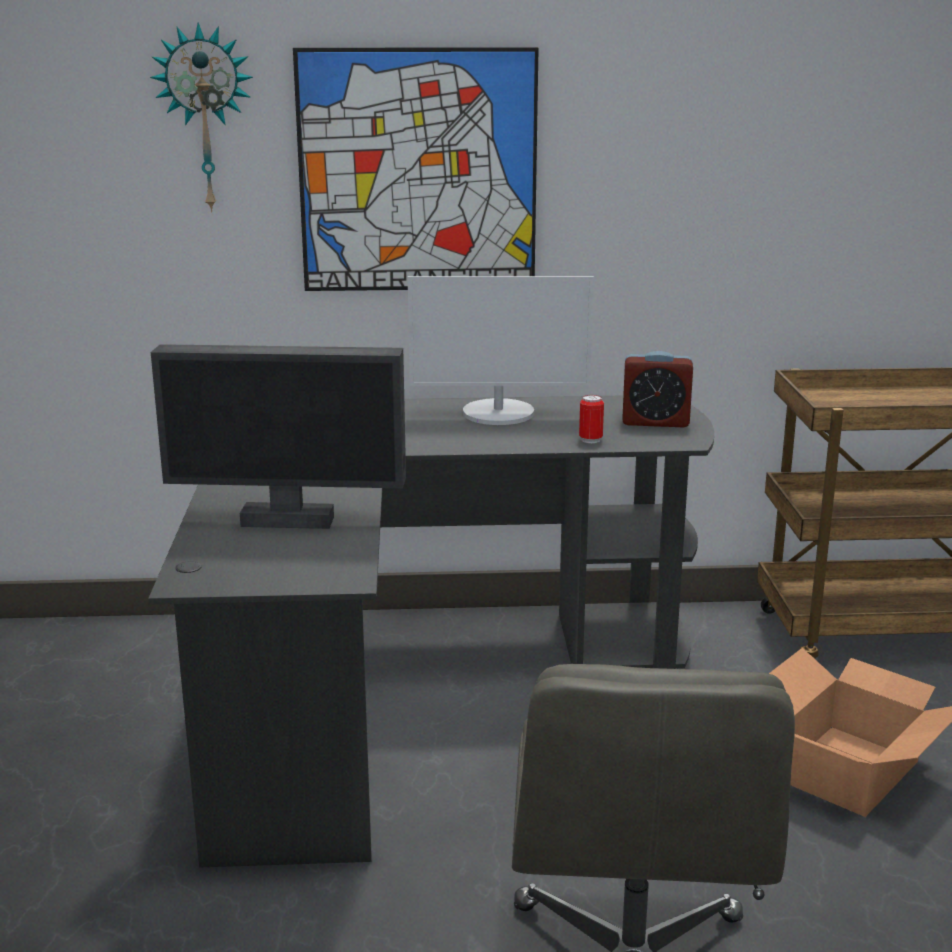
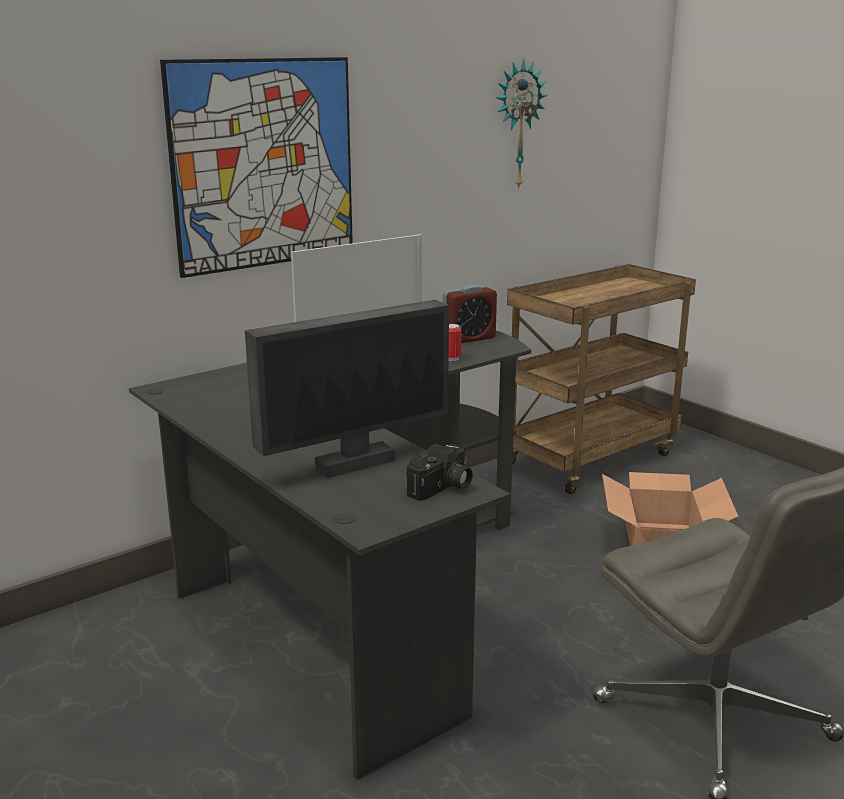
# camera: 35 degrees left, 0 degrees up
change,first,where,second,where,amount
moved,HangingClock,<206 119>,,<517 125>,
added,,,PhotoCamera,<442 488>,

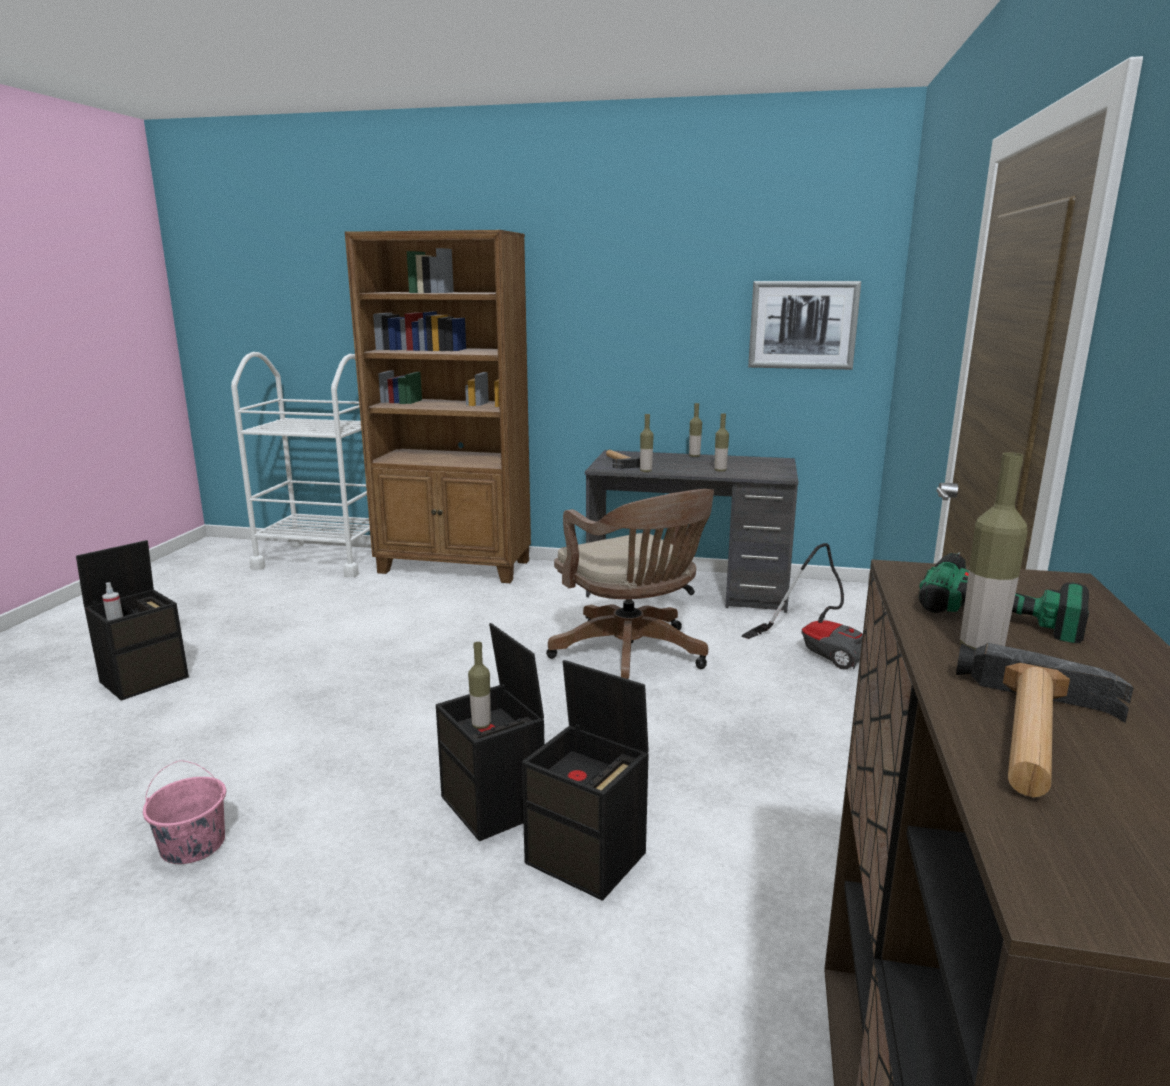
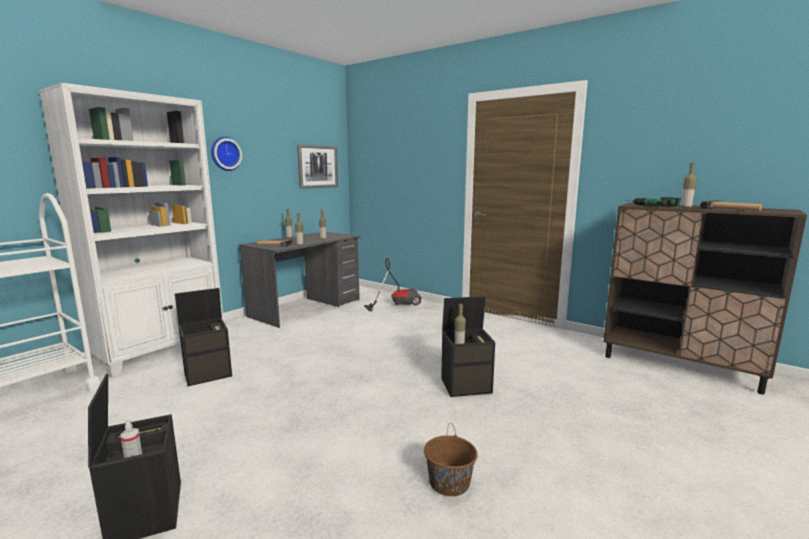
# camera: 65 degrees left, 5 degrees down
change,first,where,second,where,amount
recoloured,BrownColouredShelvingUnit,<455 567>,WhiteShelvingUnit,<162 351>,
removed,BrownColouredOfficeChair,<633 656>,,,
moved,BlackishStorageContainer,<588 858>,,<209 373>,
recoloured,PinkishBucket,<192 845>,BrownColouredBucket,<449 483>,
added,,,HangingClock,<225 154>,

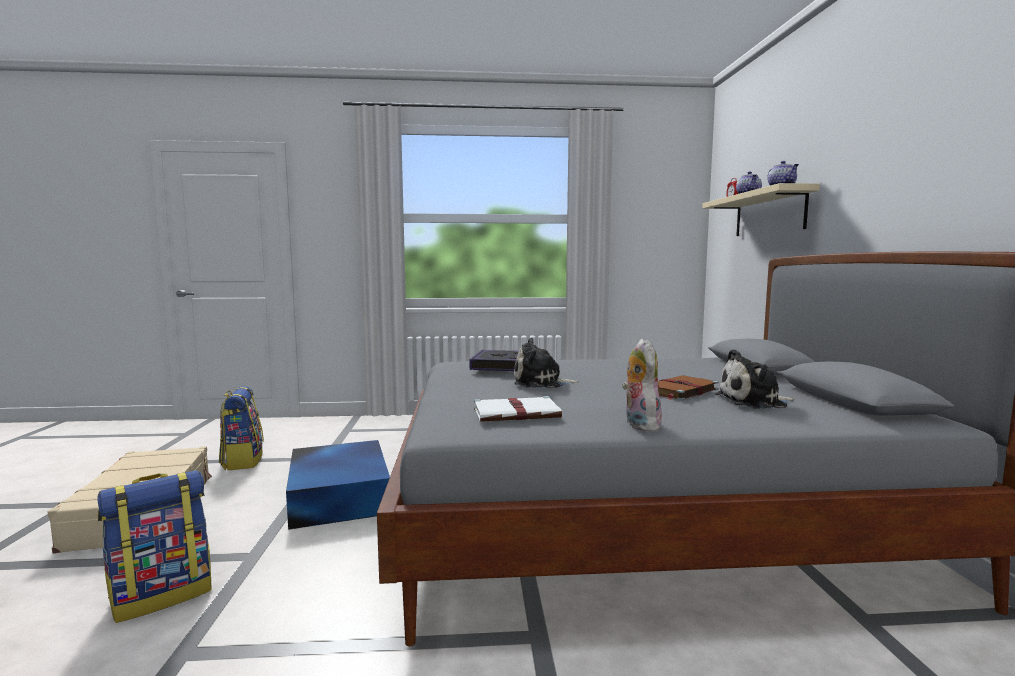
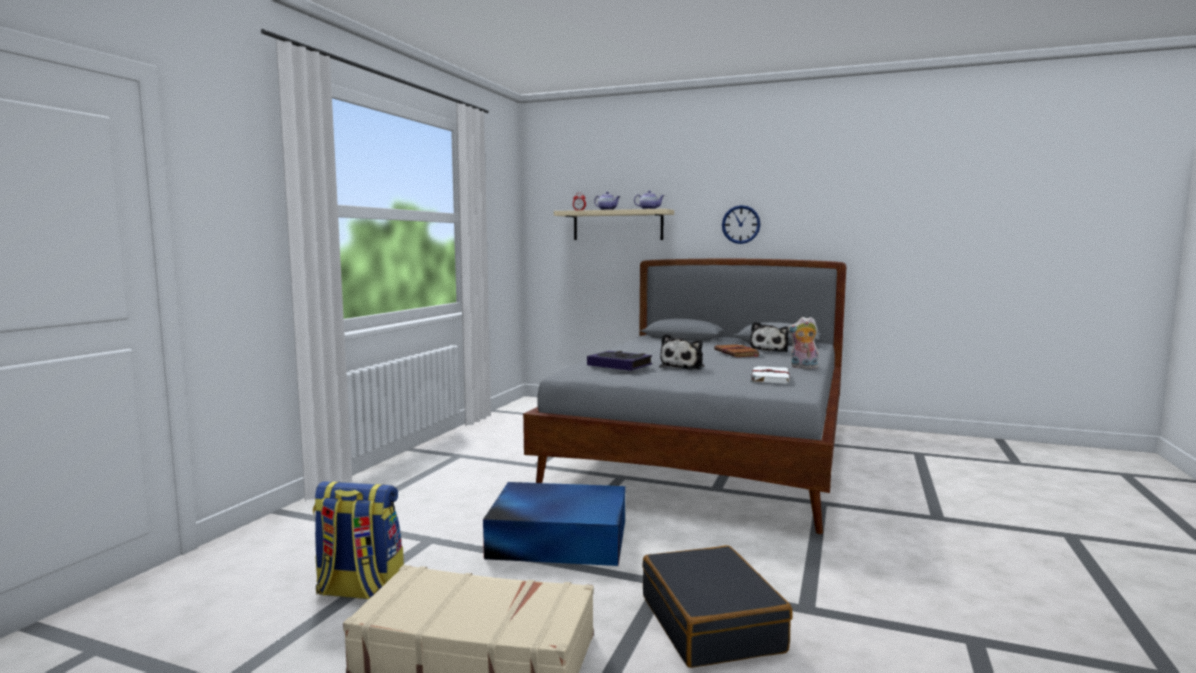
# camera: 65 degrees left, 0 degrees up
change,first,where,second,where,amount
replaced,Backpack,<163 594>,BlackishTravelCase,<711 623>,
added,,,HangingClock,<741 224>,

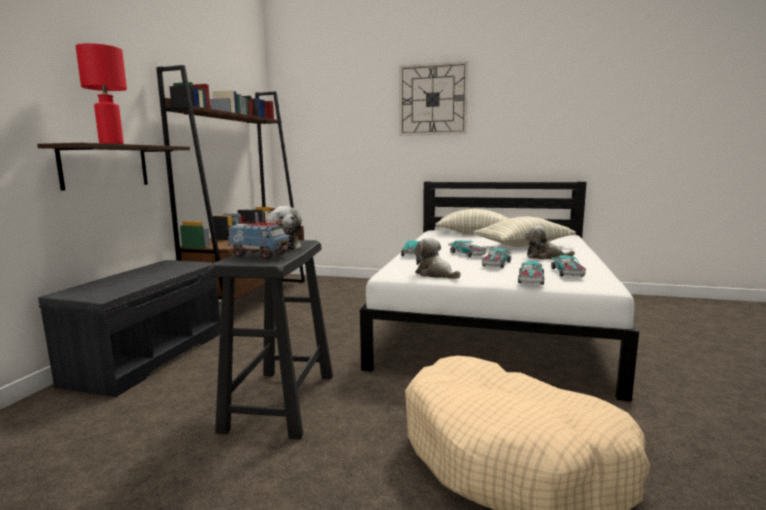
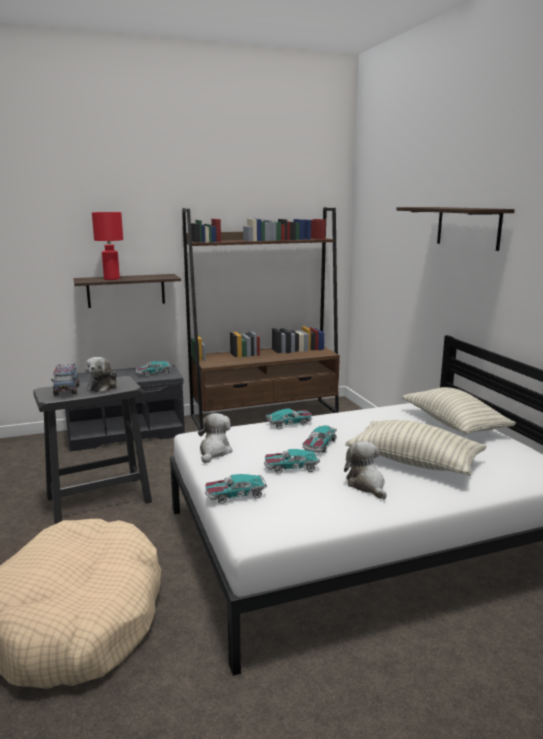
# camera: 55 degrees right, 5 degrees up
change,first,where,second,where,amount
replaced,HangingClock,<432 99>,BracketShelf,<468 227>,
moved,ToyCar,<567 272>,,<153 373>,

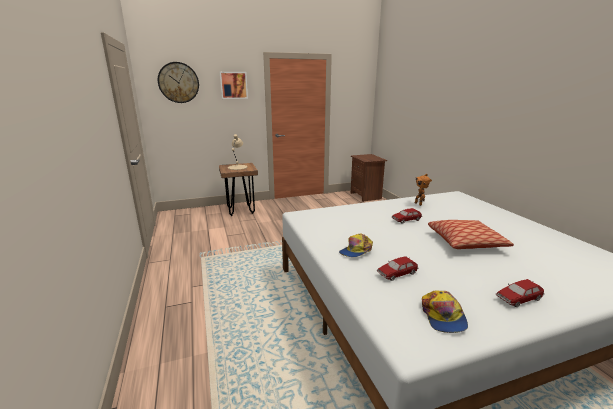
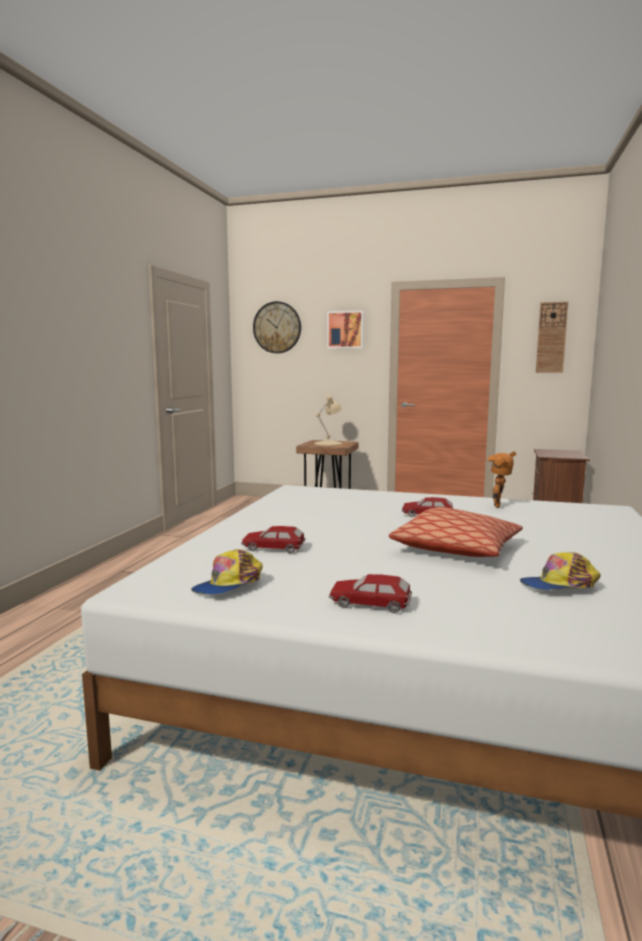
# camera: 35 degrees right, 10 degrees down
change,first,where,second,where,amount
moved,BaseballCap,<356 251>,,<559 586>,
added,,,HangingClock,<551 337>,

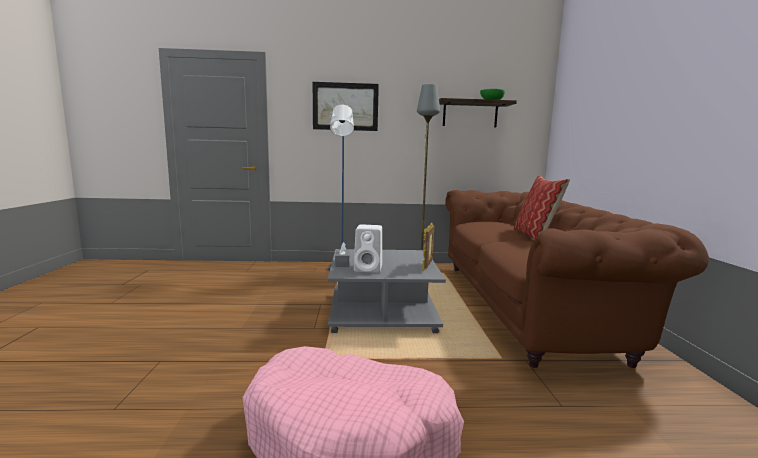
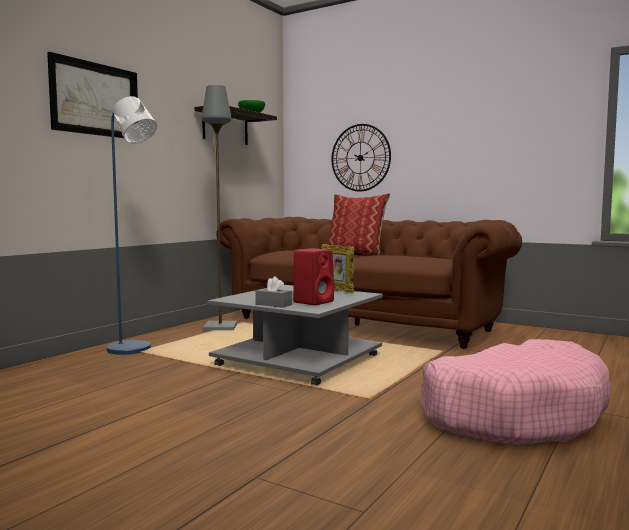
# camera: 55 degrees left, 5 degrees down
change,first,where,second,where,amount
recoloured,WhiteSpeaker,<369 269>,RedColouredSpeaker,<314 302>,
added,,,HangingClock,<360 157>,

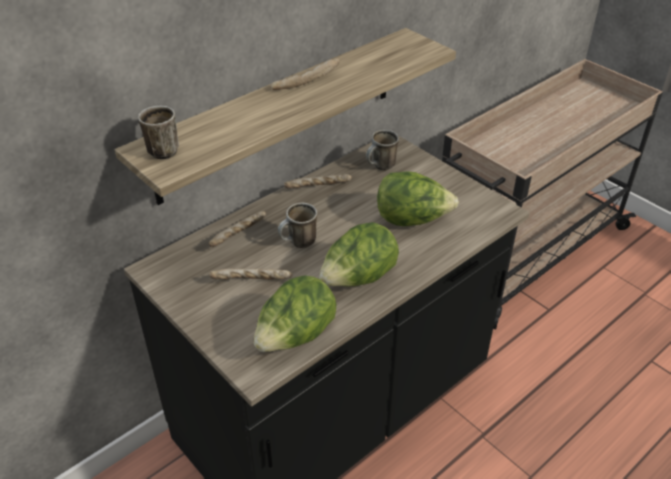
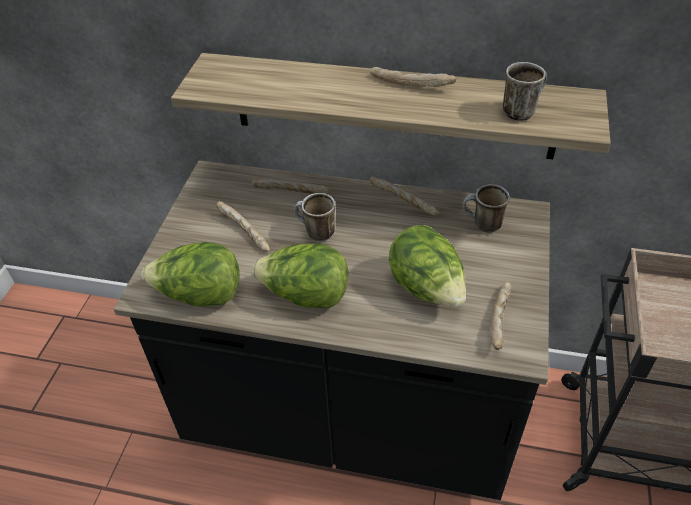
# camera: 55 degrees right, 5 degrees up
change,first,where,second,where,amount
moved,Mug,<163 149>,,<521 110>,
added,,,BakedBread,<501 320>,

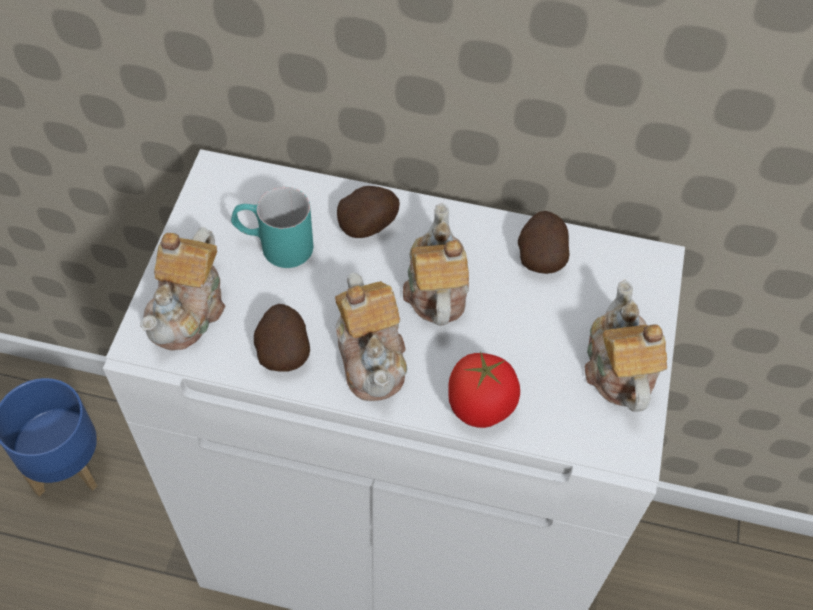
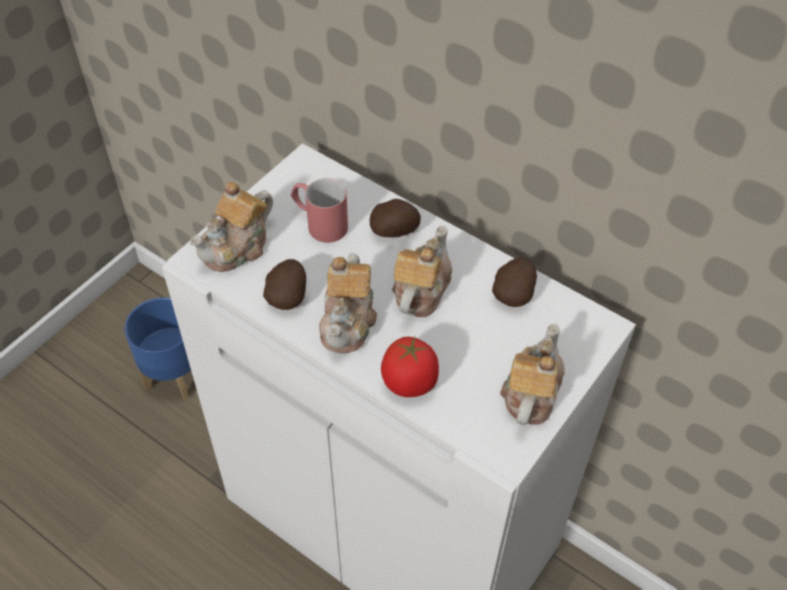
# camera: 25 degrees right, 5 degrees down
change,first,where,second,where,amount
recoloured,TurquoiseColouredMug,<274 245>,RedColouredMug,<319 223>,

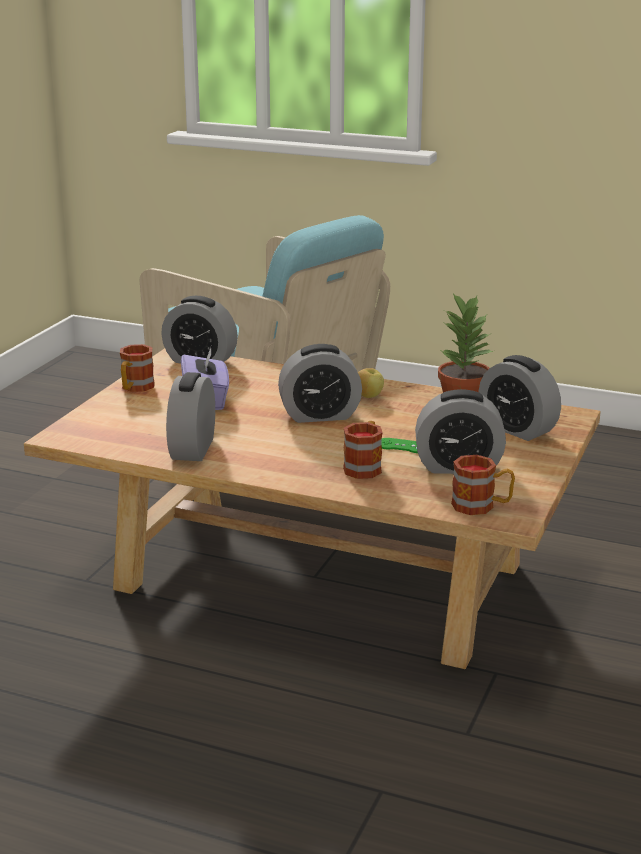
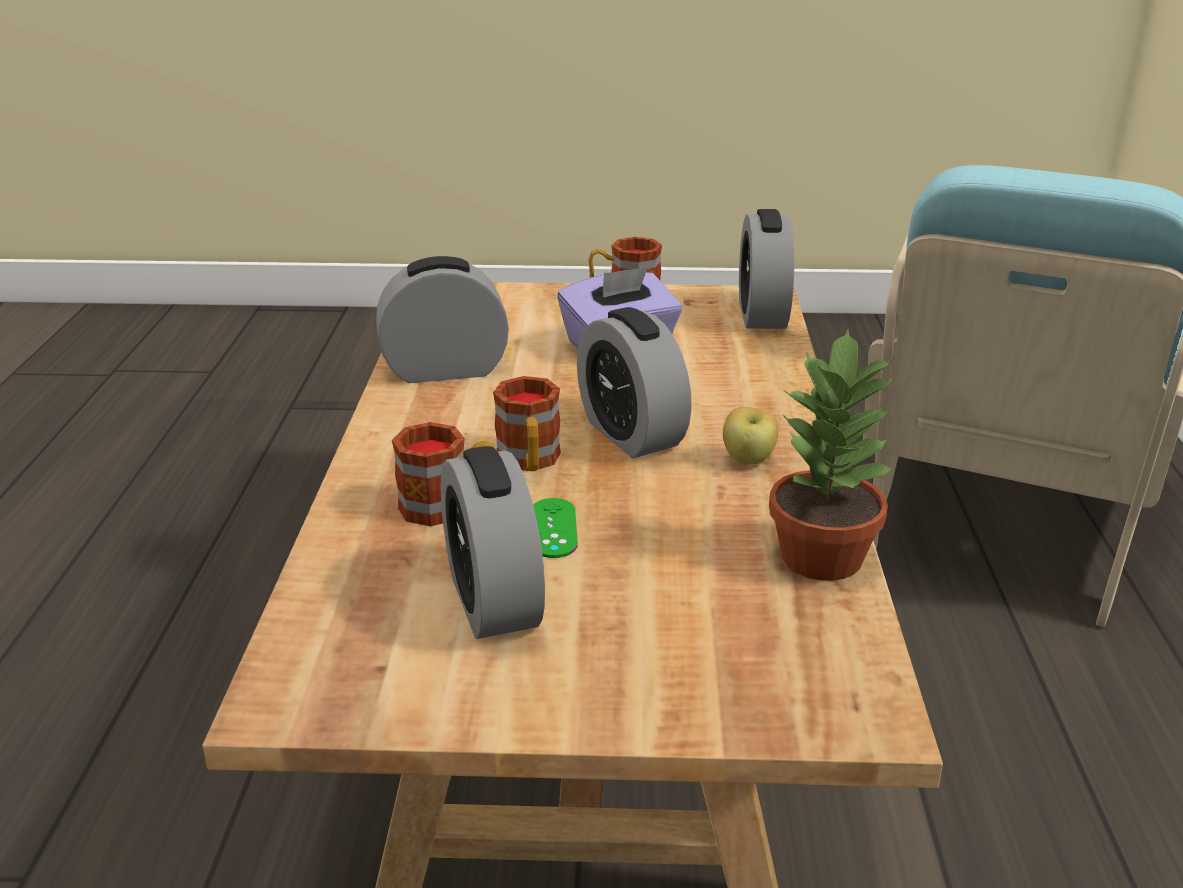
# camera: 70 degrees right, 5 degrees up
change,first,where,second,where,amount
removed,AlarmClock,<517 429>,,,
moved,Mug,<481 506>,,<529 462>,

